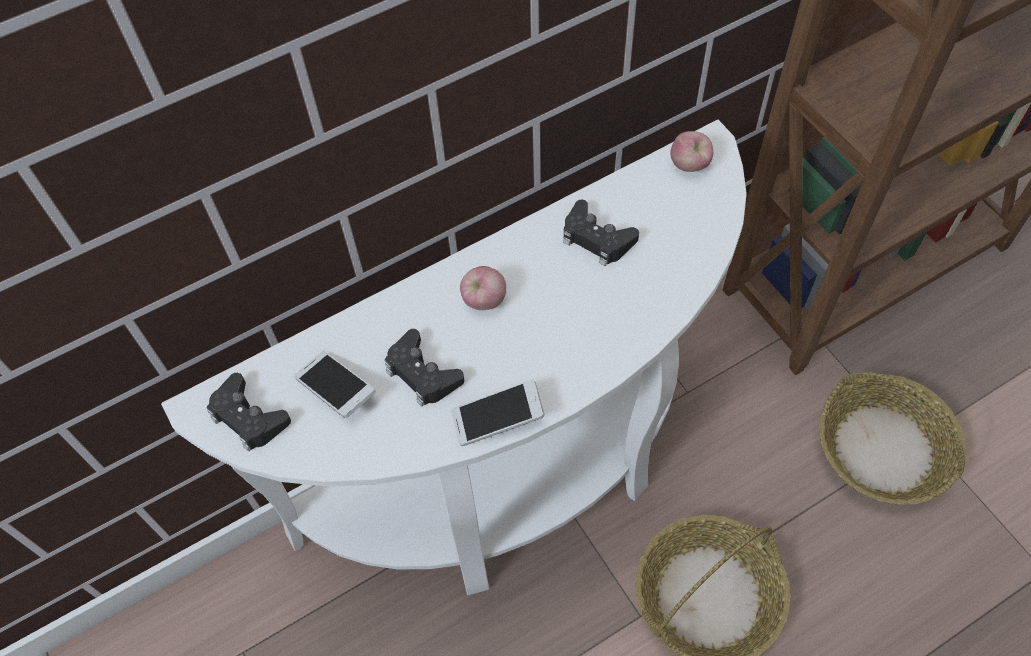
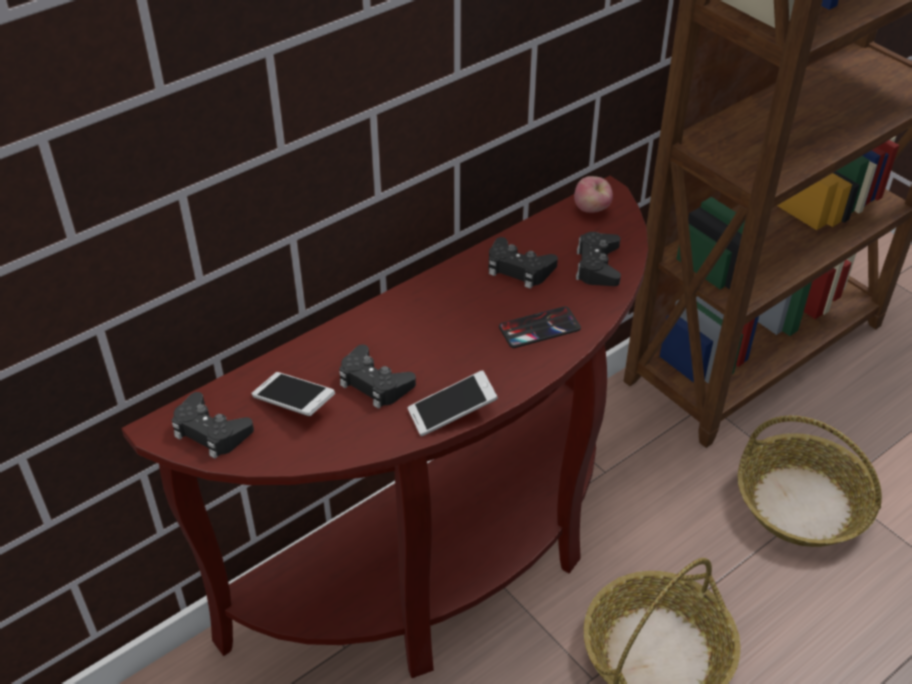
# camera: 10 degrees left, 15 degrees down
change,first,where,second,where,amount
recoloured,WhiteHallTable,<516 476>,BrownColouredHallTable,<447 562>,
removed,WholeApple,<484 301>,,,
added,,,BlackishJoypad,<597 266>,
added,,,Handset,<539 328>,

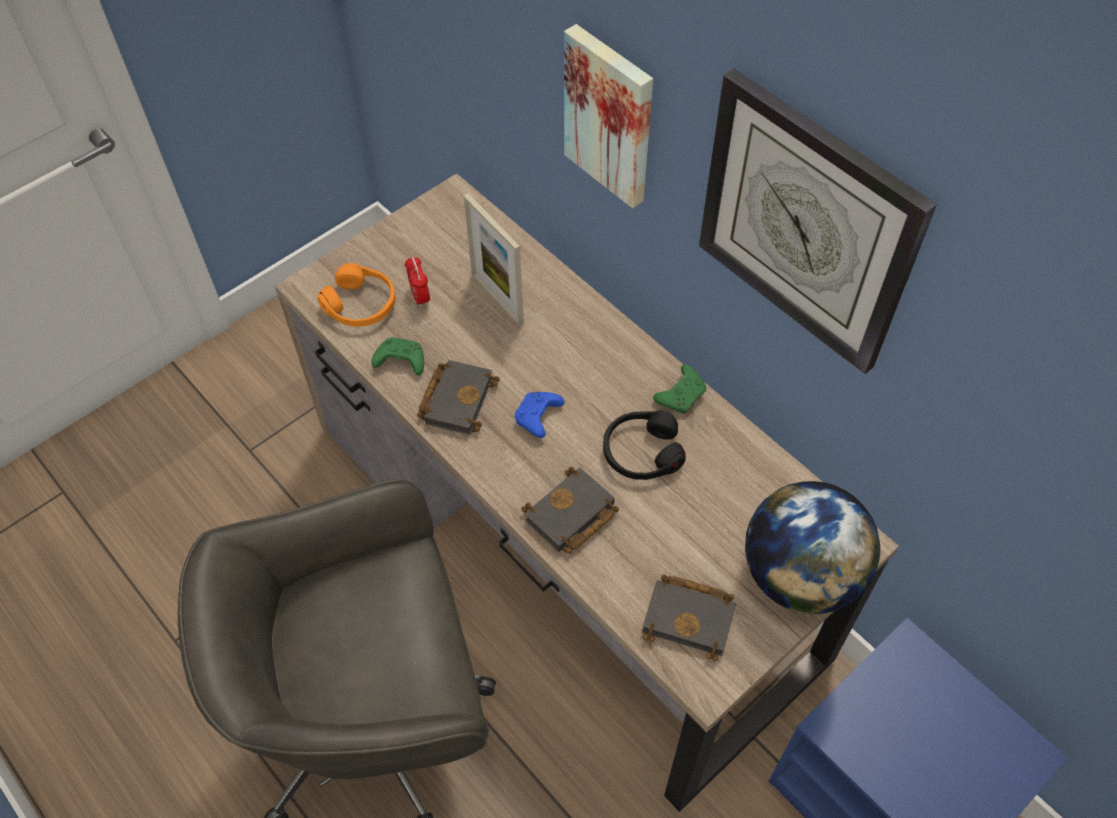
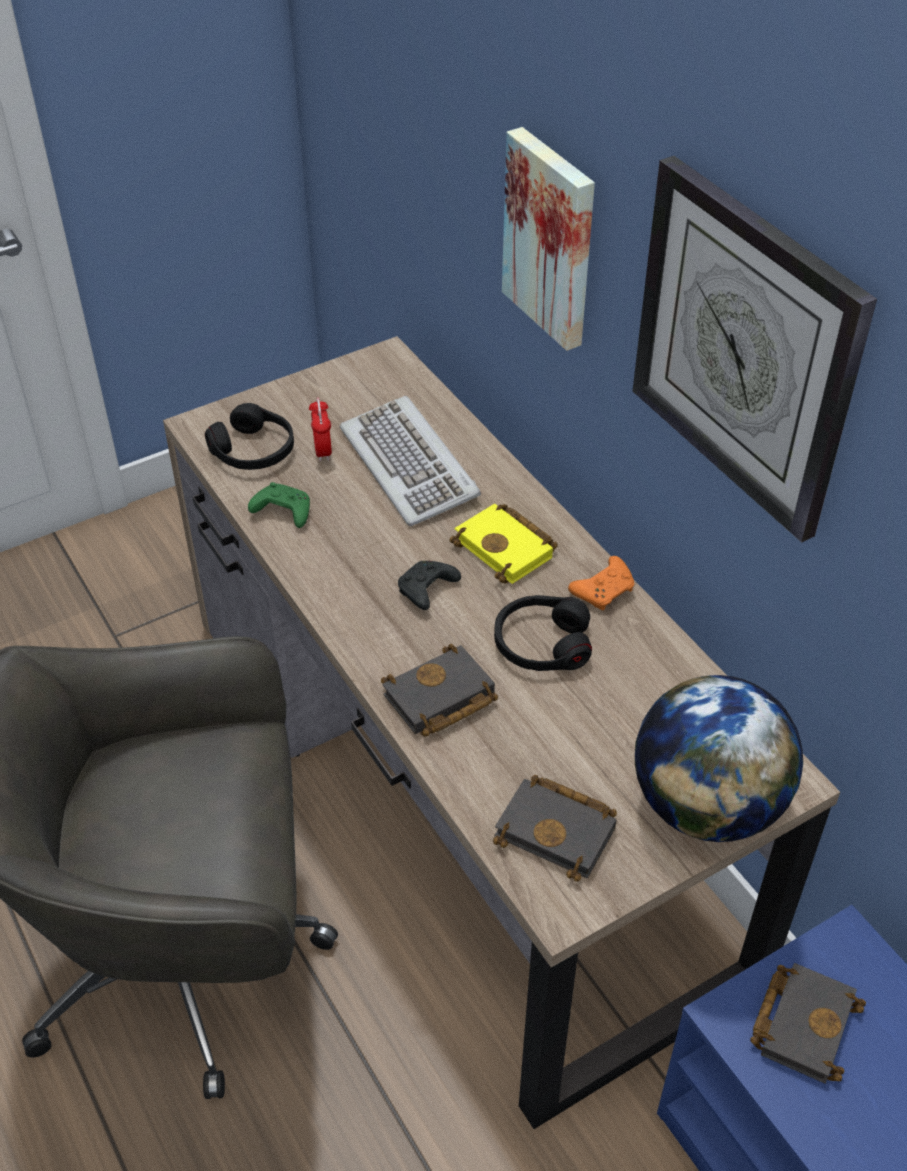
# camera: 10 degrees right, 10 degrees down
change,first,where,second,where,amount
replaced,StandingFrame,<497 299>,Keyboard,<410 465>,
recoloured,OrangeyHeadset,<361 304>,BlackishHeadset,<253 450>,
moved,BlackishBoundBook,<457 398>,,<802 1022>,
recoloured,GreenColouredJoypad,<681 395>,OrangeyJoypad,<604 590>,
recoloured,BluishJoypad,<538 418>,BlackishJoypad,<426 591>,
added,,,YellowBoundBook,<507 549>,

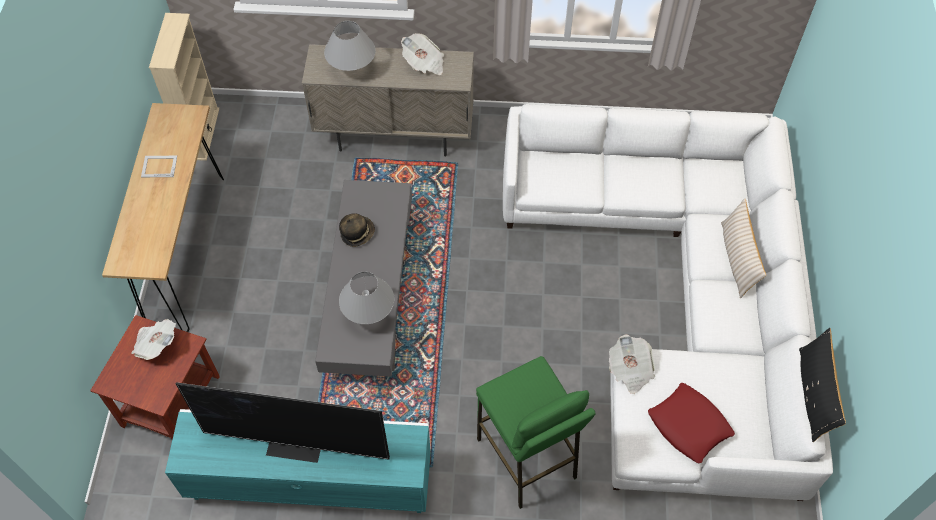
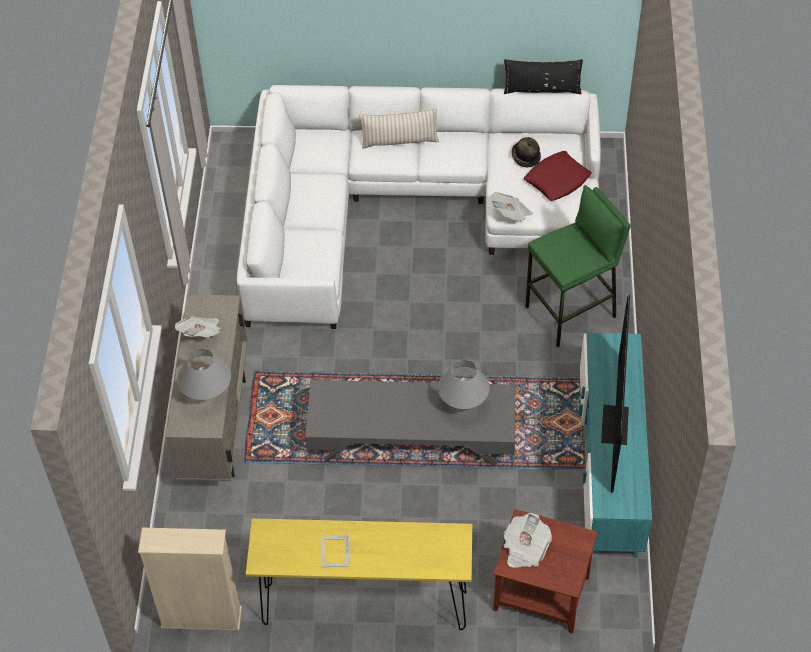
# camera: 90 degrees left, 5 degrees down
change,first,where,second,where,amount
recoloured,BrownColouredHallTable,<186 251>,YellowHallTable,<364 607>,
moved,Hat,<357 233>,,<525 157>,

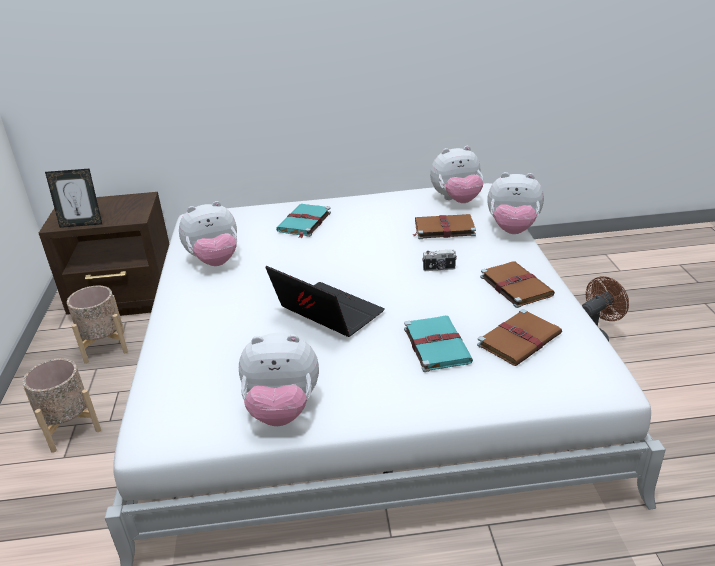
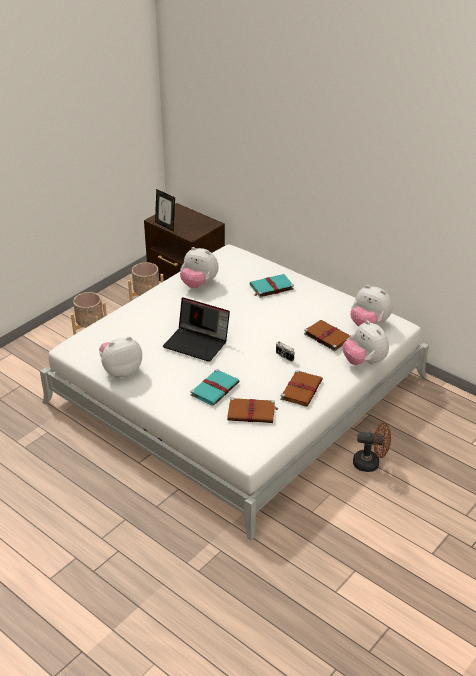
# camera: 45 degrees right, 5 degrees up
change,first,where,second,where,amount
turned,PortableComputer,<326 313>,,<197 343>,120 degrees clockwise
turned,SoftToy,<282 410>,,<121 371>,105 degrees clockwise

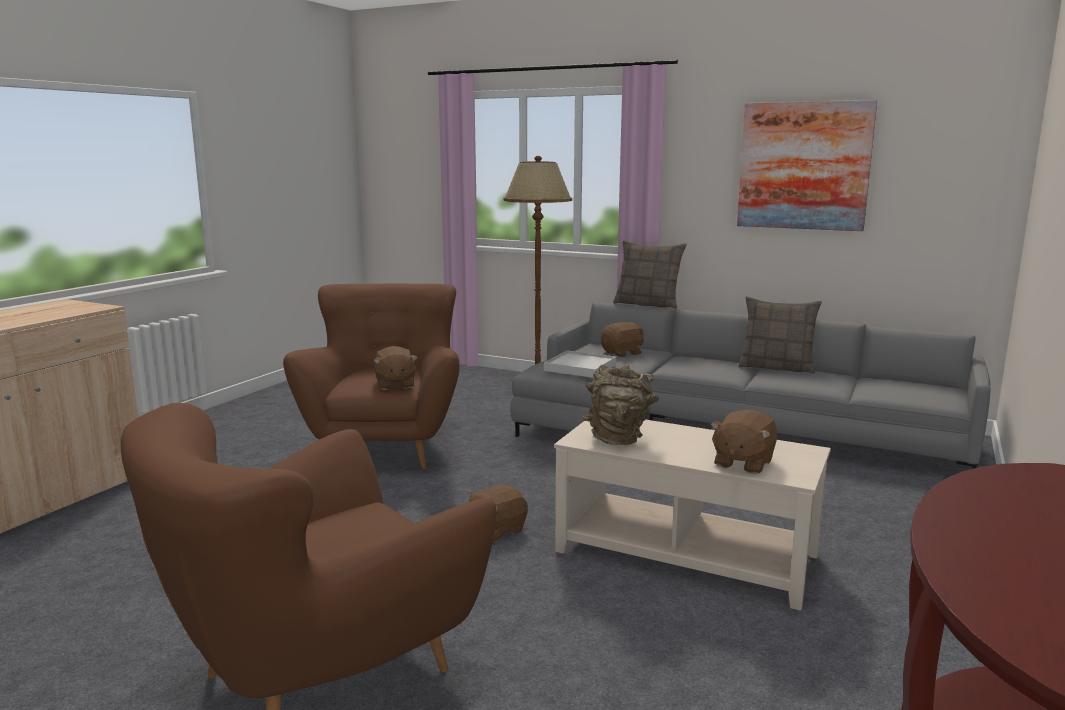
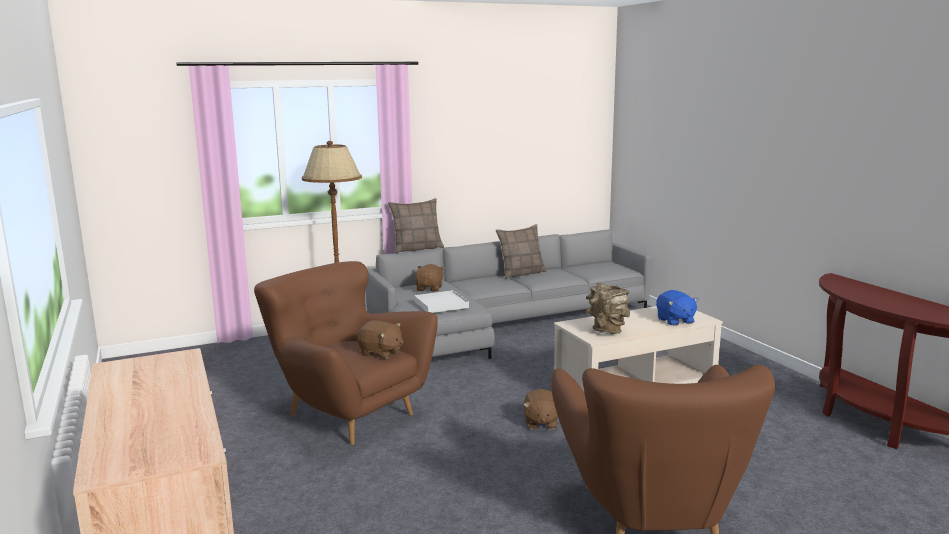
# camera: 50 degrees left, 0 degrees up
change,first,where,second,where,amount
removed,WallPicture,<804 166>,,,
recoloured,BrownColouredSoftToy,<742 463>,BluishSoftToy,<675 321>,

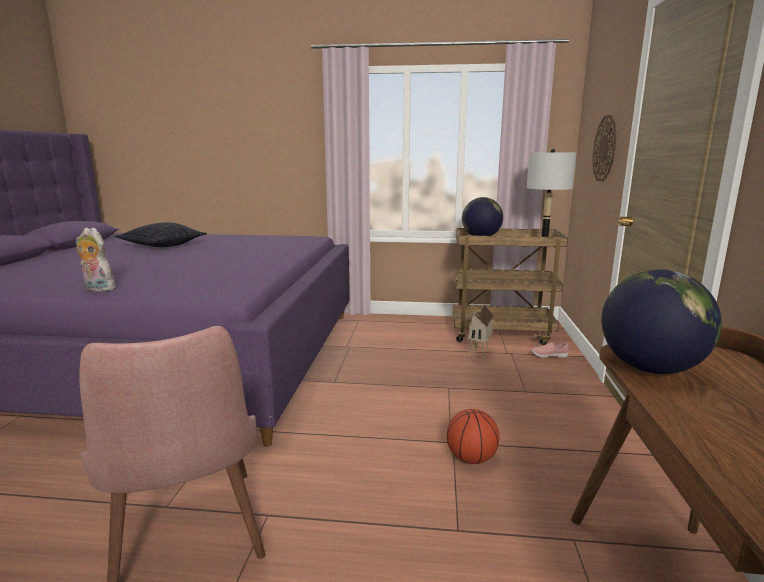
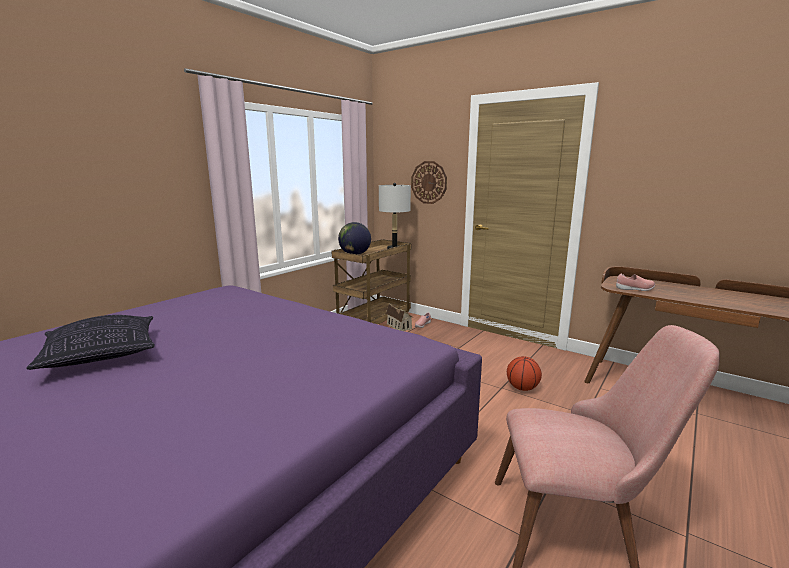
# camera: 60 degrees left, 0 degrees up
change,first,where,second,where,amount
removed,SoftToy,<97 289>,,,
replaced,Globe,<650 368>,PinkishItemOfFootwear,<635 289>,

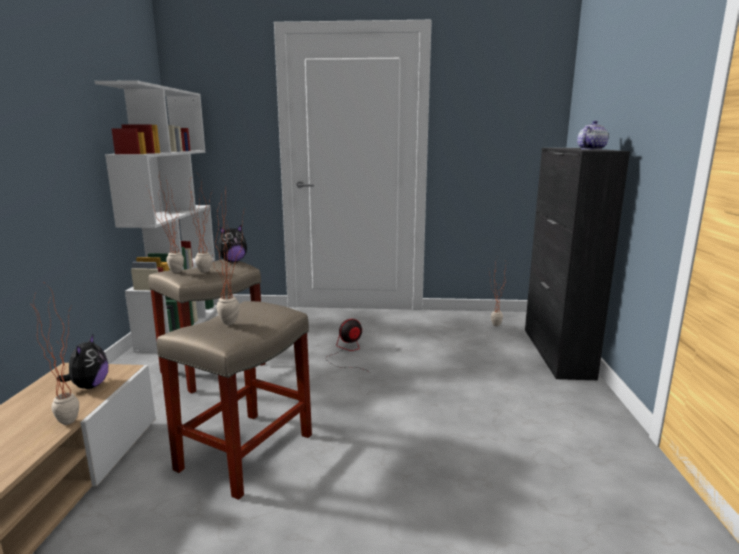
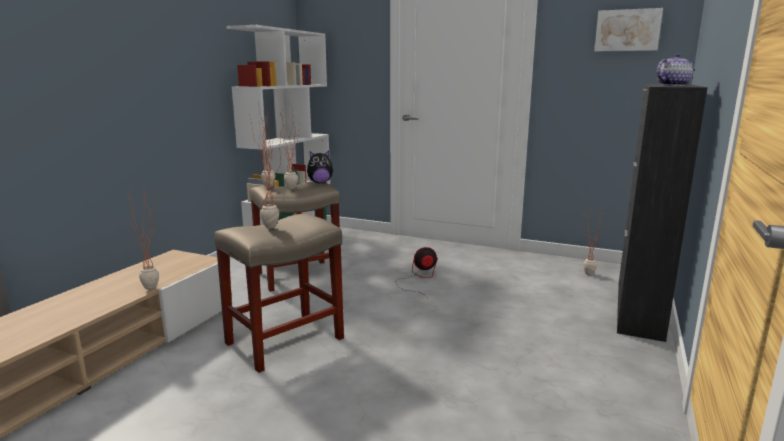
# camera: 20 degrees right, 0 degrees up
change,first,where,second,where,amount
removed,SoftToy,<89 386>,,,
added,,,WallPicture,<627 30>,

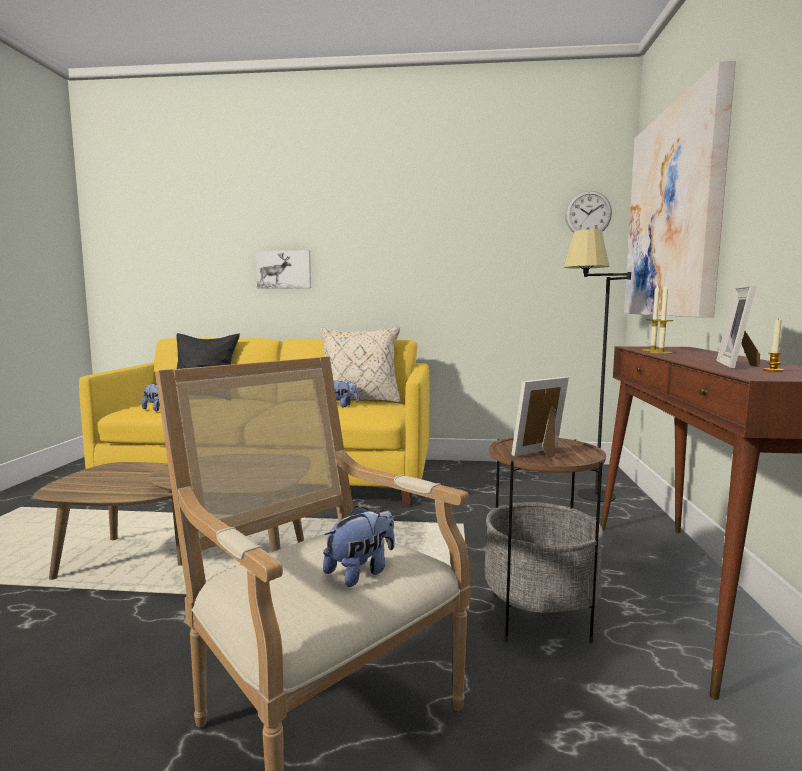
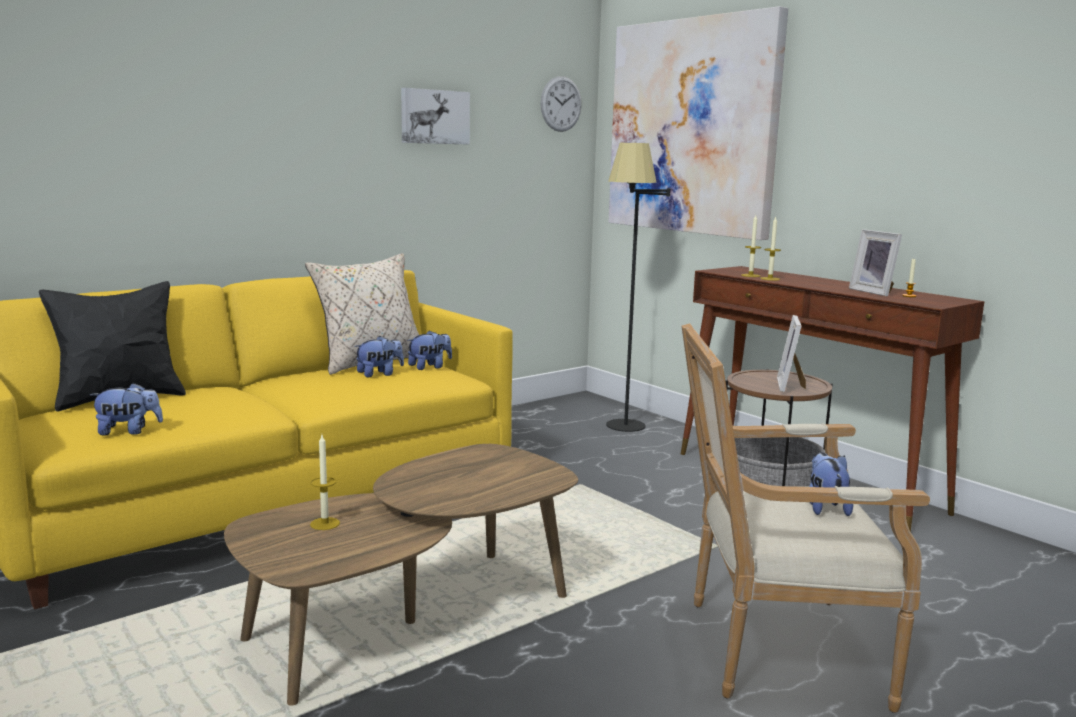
# camera: 45 degrees left, 5 degrees up
change,first,where,second,where,amount
moved,WallPicture,<284 269>,,<434 117>,
added,,,SoftToy,<429 367>,
added,,,Candle,<325 524>,

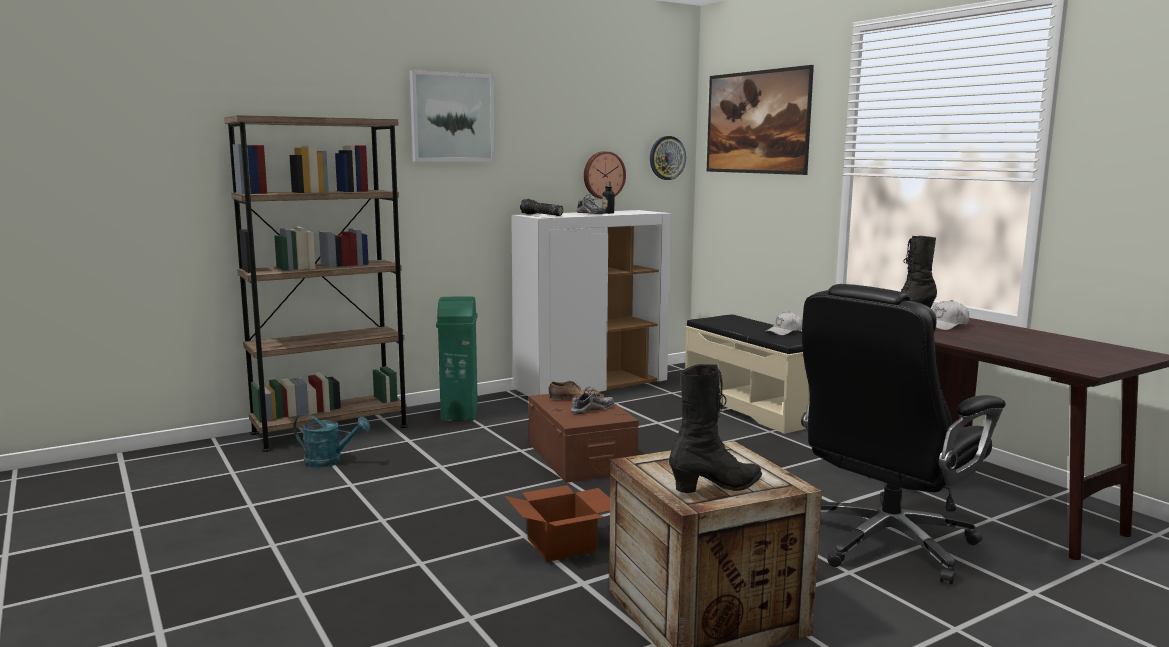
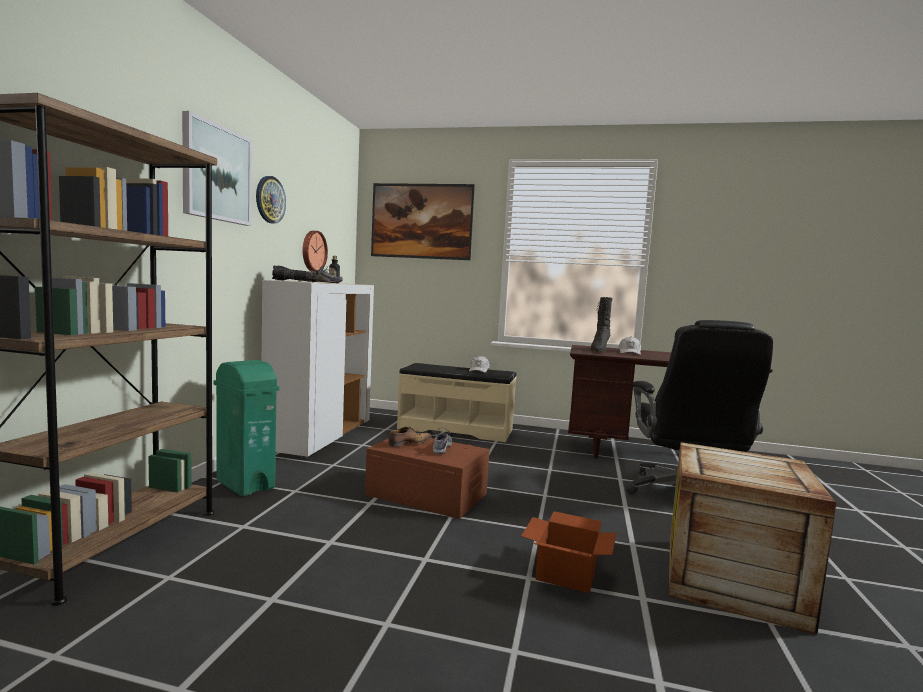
# camera: 45 degrees left, 5 degrees down
change,first,where,second,where,amount
moved,HangingClock,<667 158>,,<270 199>,
removed,BlackishBoot,<717 487>,,,
removed,TurquoiseColouredWateringCan,<330 461>,,,

